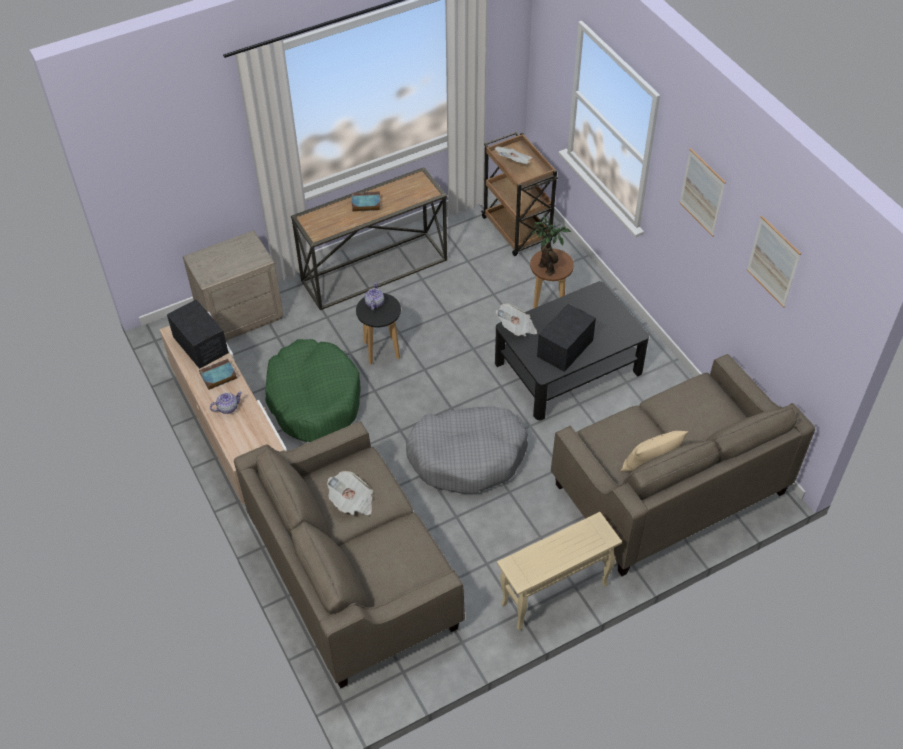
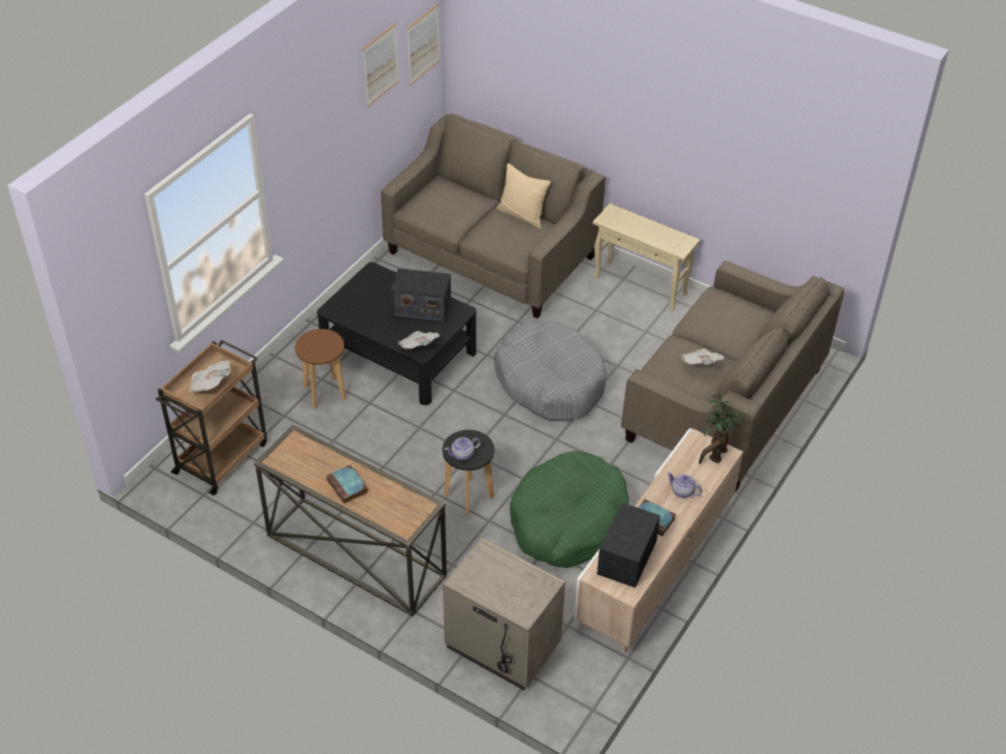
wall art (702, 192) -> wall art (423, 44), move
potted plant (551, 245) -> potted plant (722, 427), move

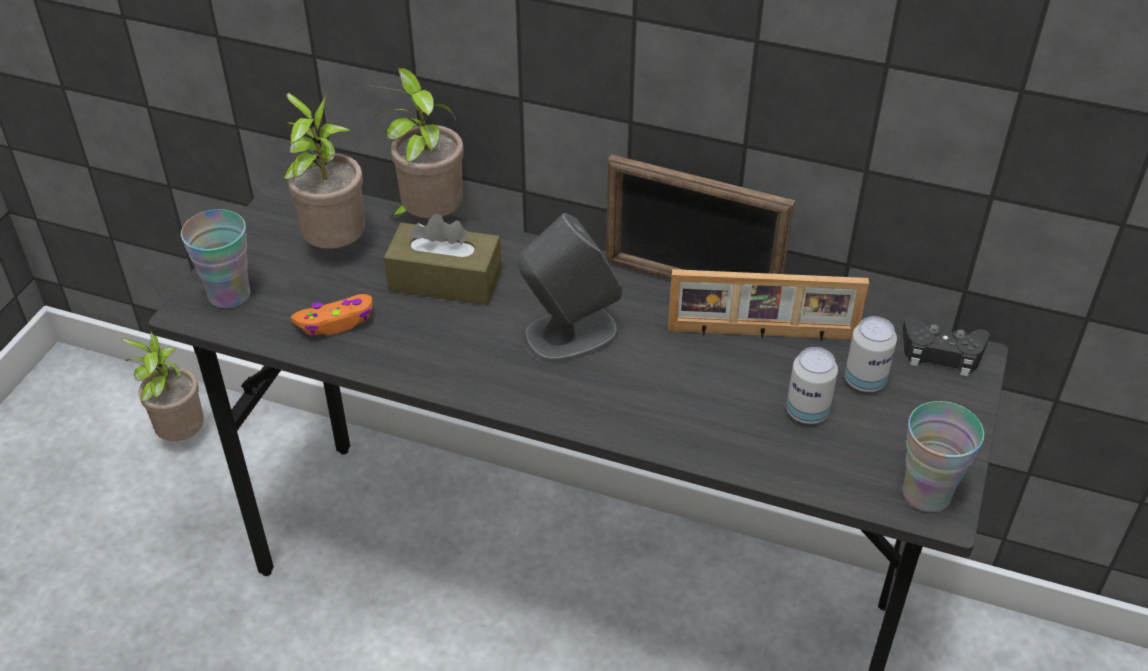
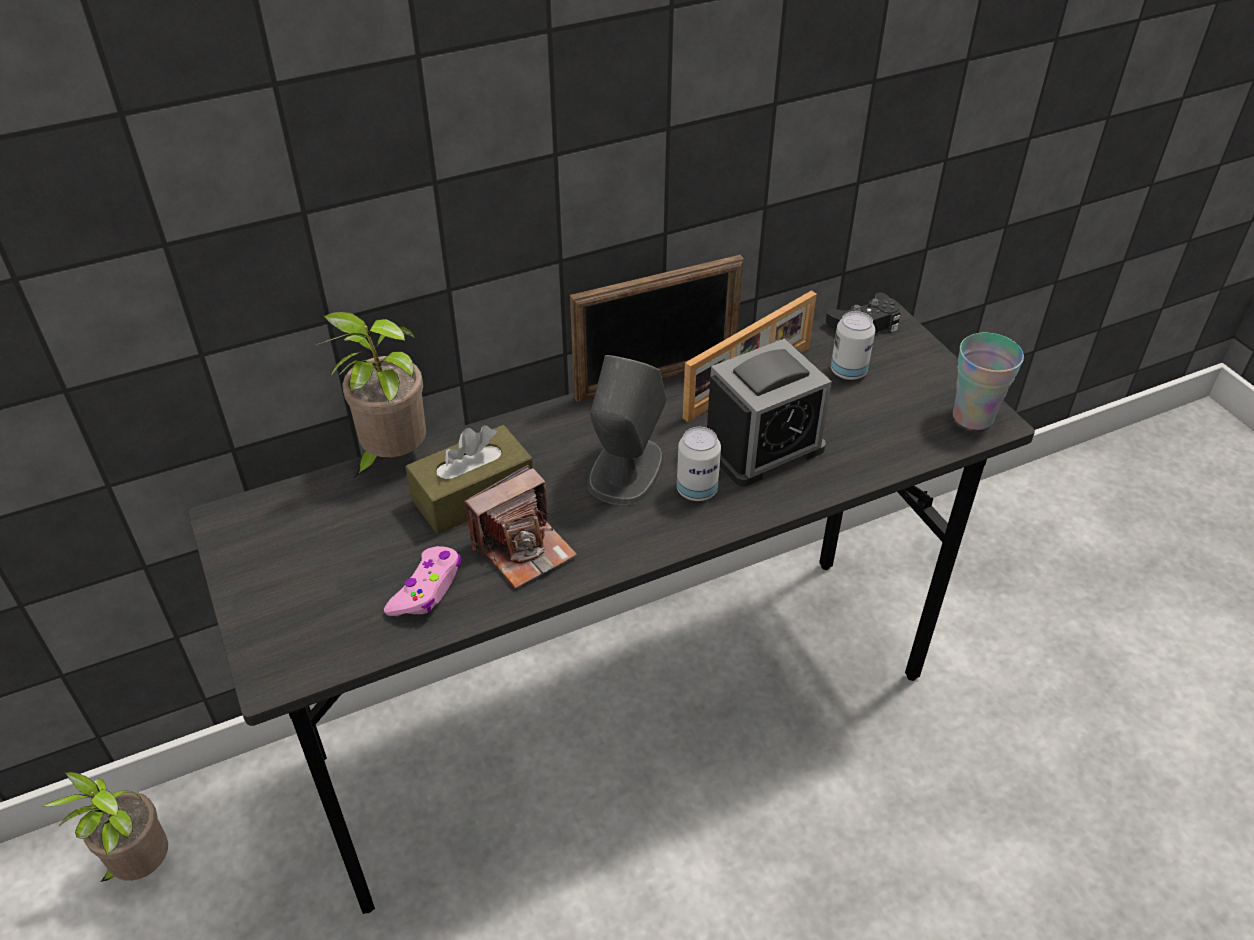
potted plant (324, 170) -> none
small cup (215, 258) -> none
game controller/orange-coloured (332, 314) -> game controller/pinkish (422, 581)
can (812, 385) -> can (699, 464), move
none -> alarm clock (769, 413)
none -> photo camera (520, 527)

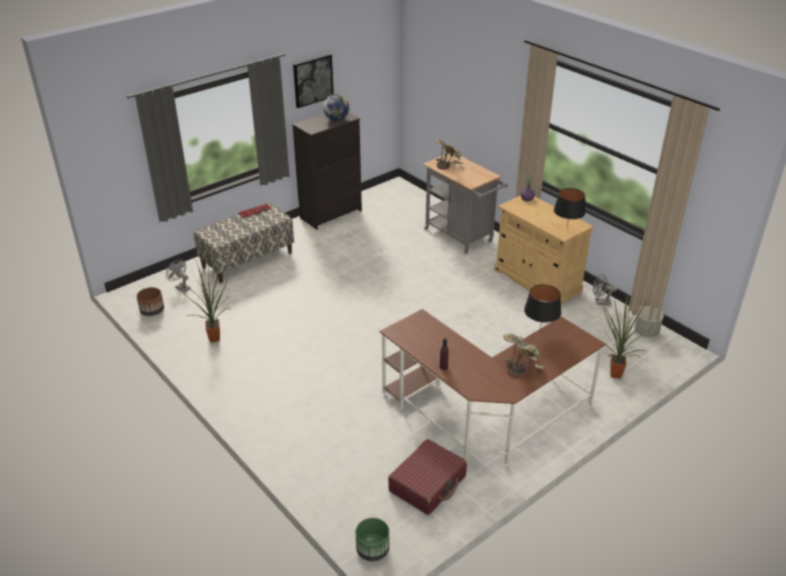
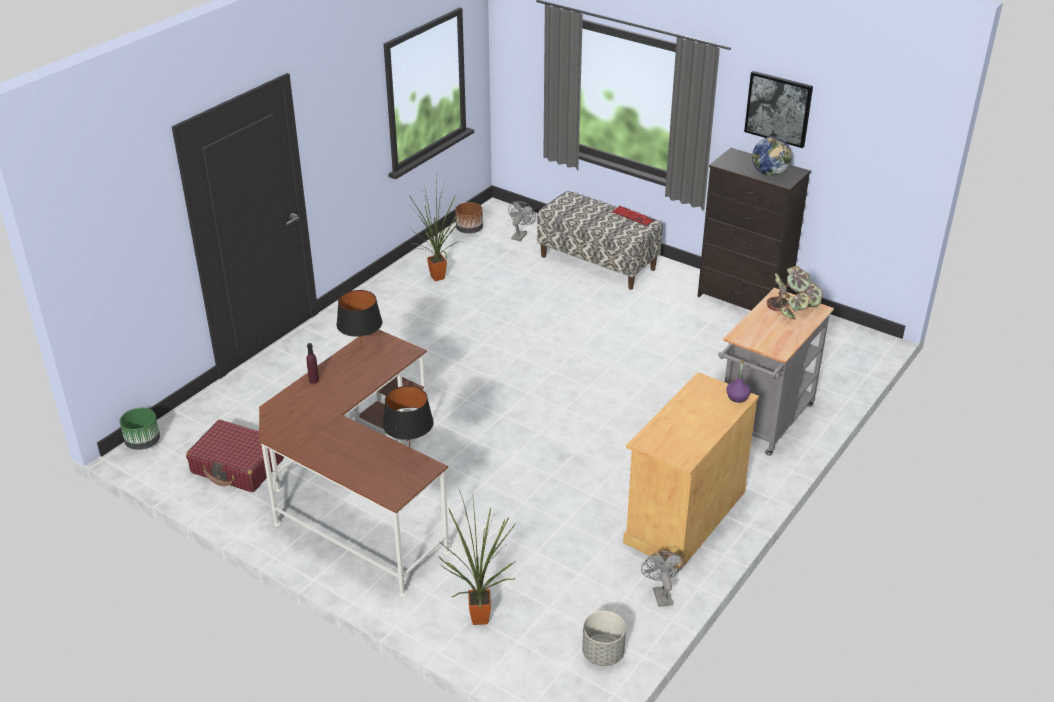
tabletop lamp/black-coloured (570, 207) -> tabletop lamp/black-coloured (359, 319), move
potted plant (524, 355) -> none

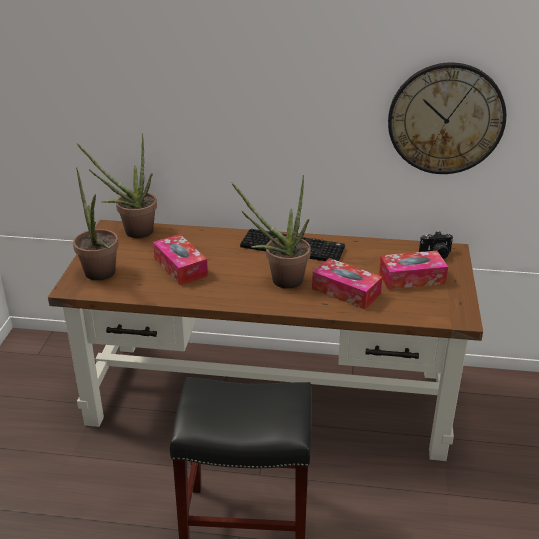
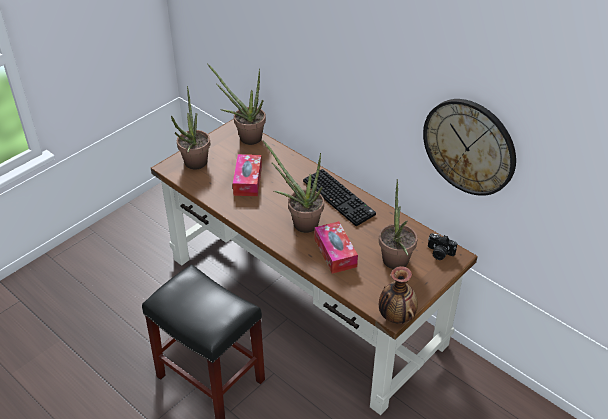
tissue box (413, 270) -> potted plant (398, 224)
none -> decorative vase (398, 295)

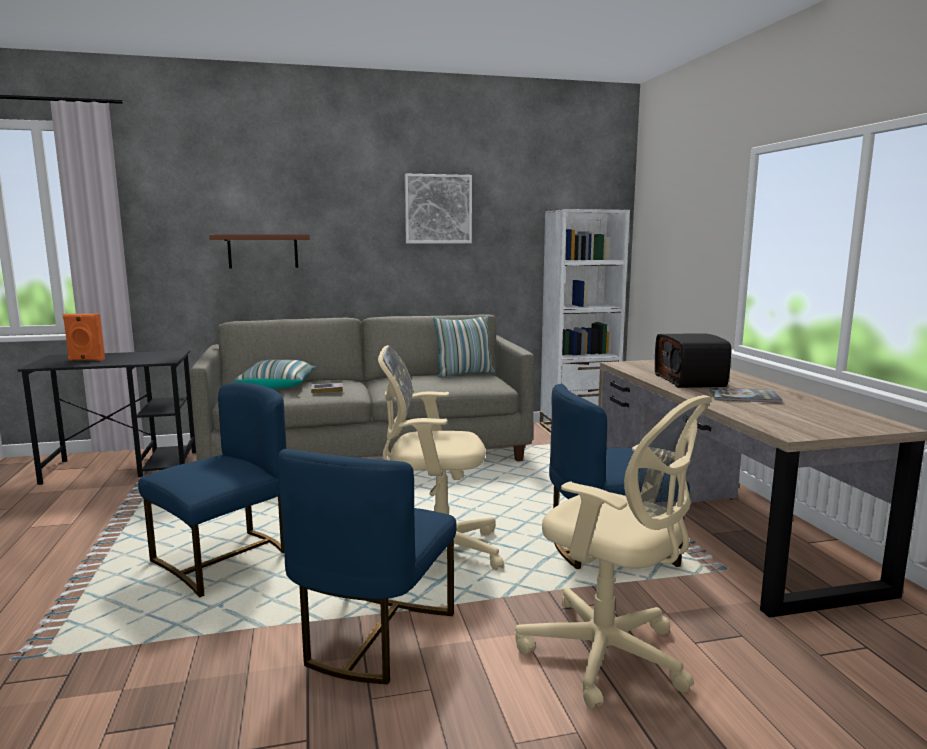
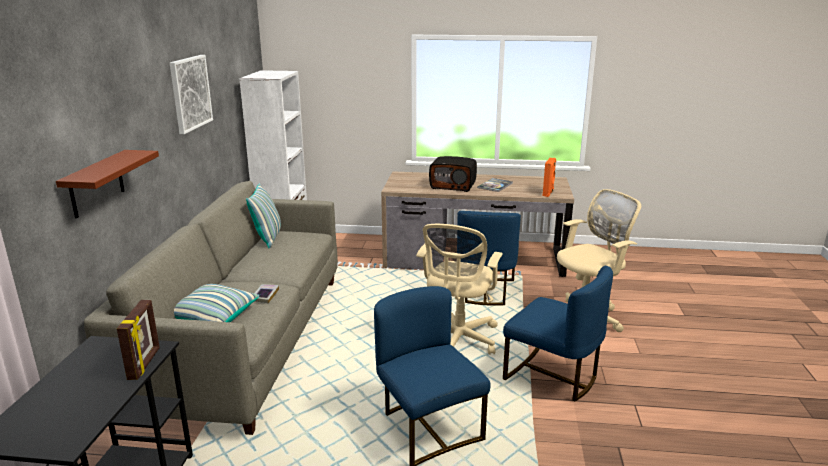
speaker/orange-coloured (83, 337) -> speaker/orange-coloured (549, 177), move
none -> photo frame (138, 340)

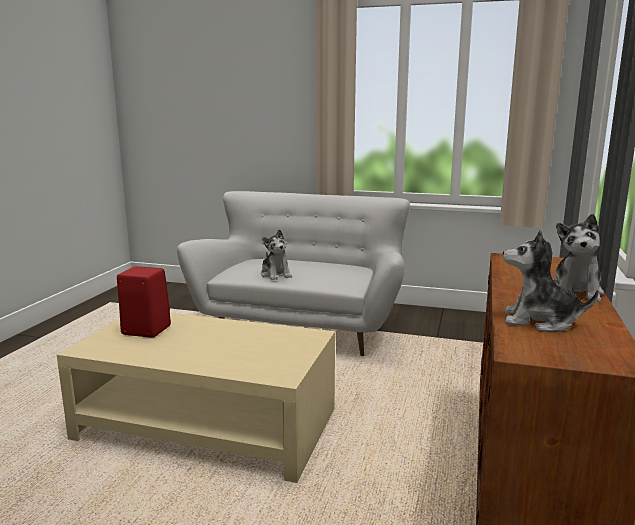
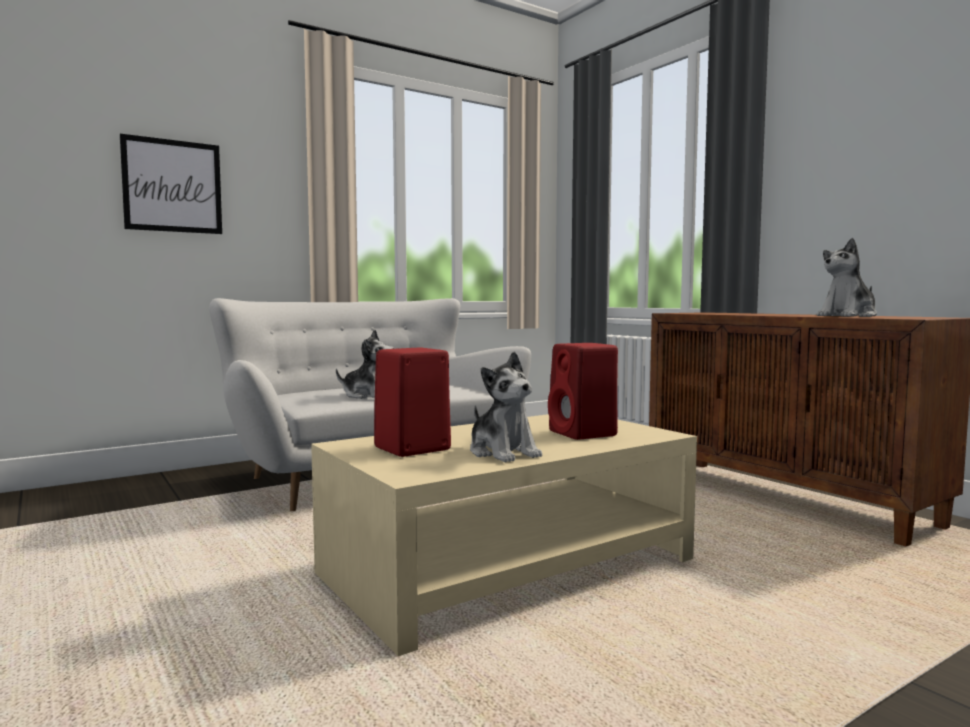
plush toy (578, 258) -> plush toy (506, 407), move
none -> wall art (171, 184)
none -> speaker/red-coloured (583, 391)

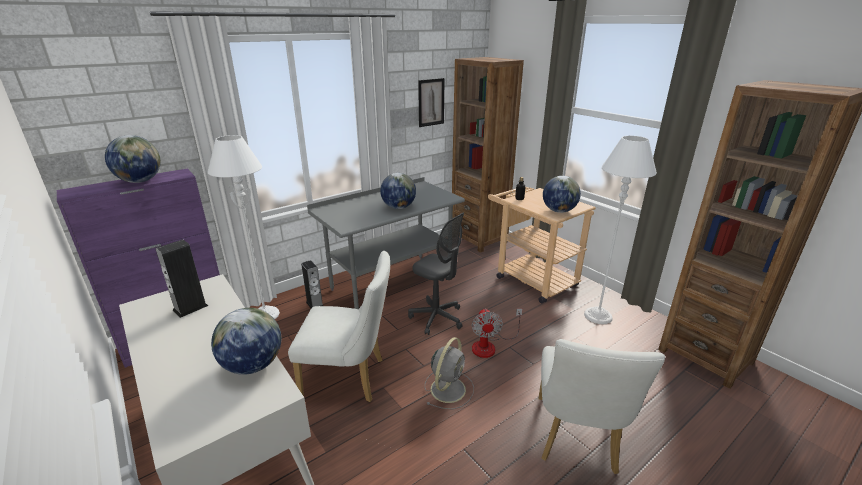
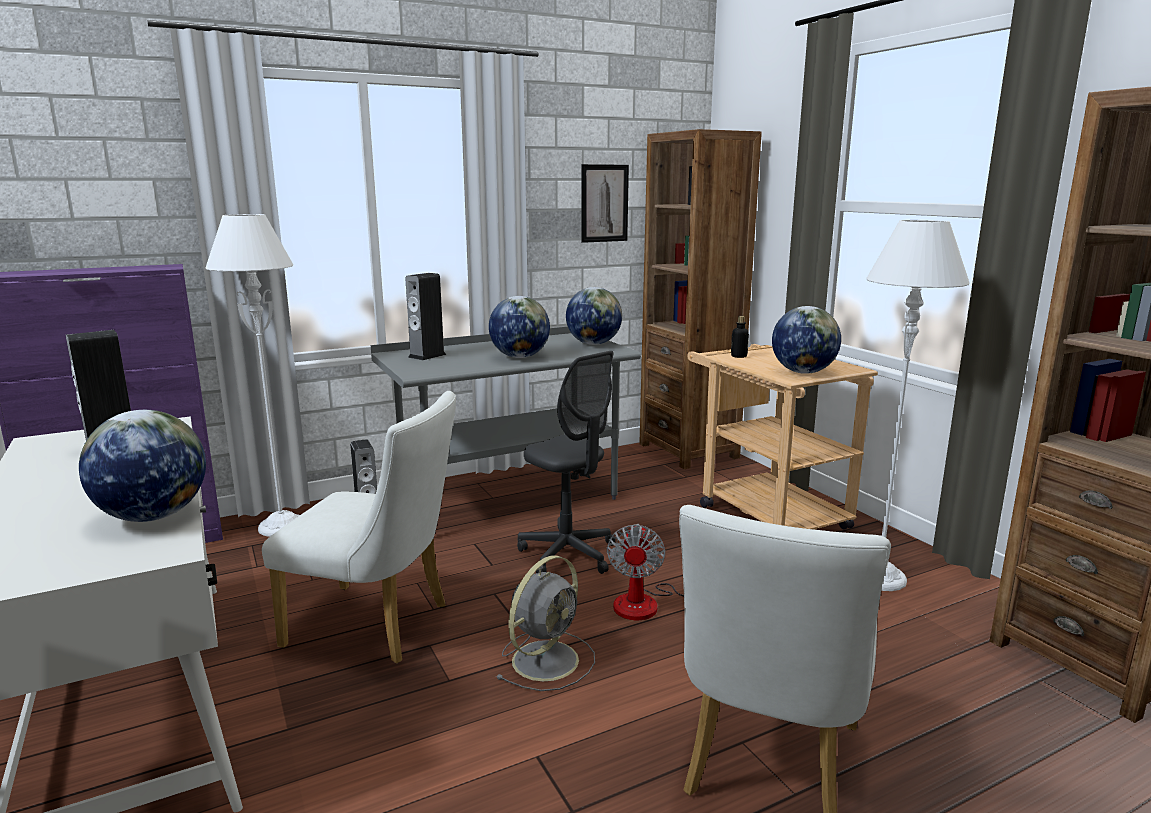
desk globe (133, 159) -> desk globe (594, 316), move
none -> speaker (425, 316)

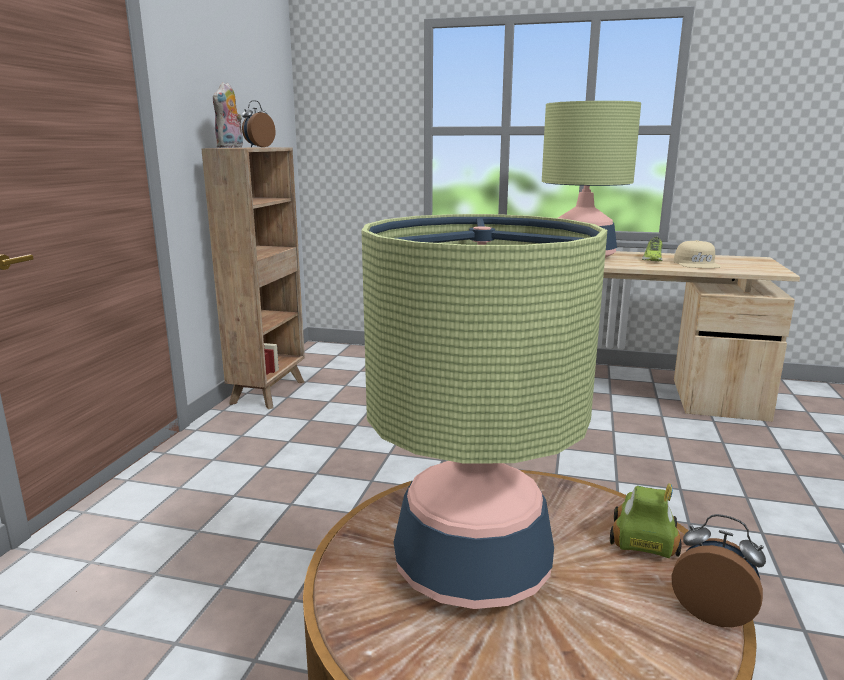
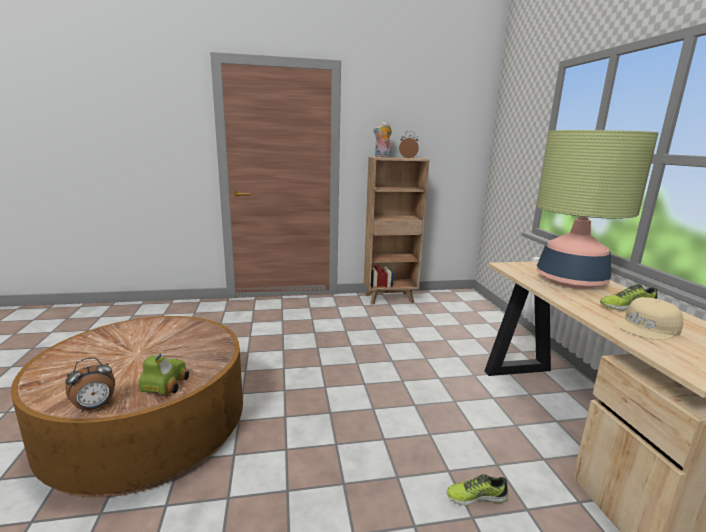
tabletop lamp (484, 411) -> none
toy car (645, 520) -> toy car (164, 374), 75 degrees counterclockwise
alarm clock (719, 570) -> alarm clock (90, 385), 45 degrees clockwise
none -> low shoe (477, 490)

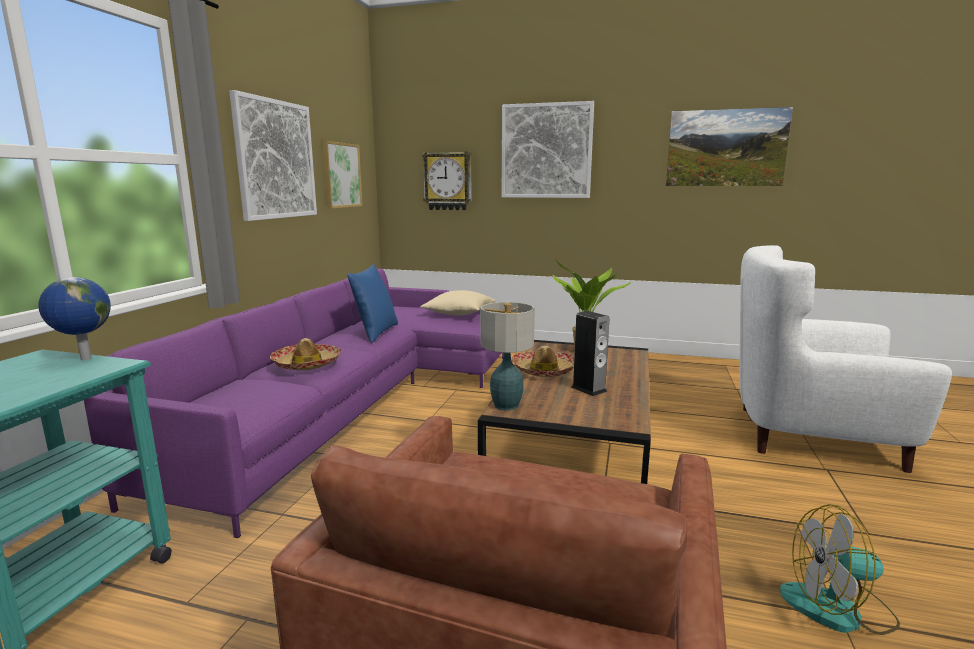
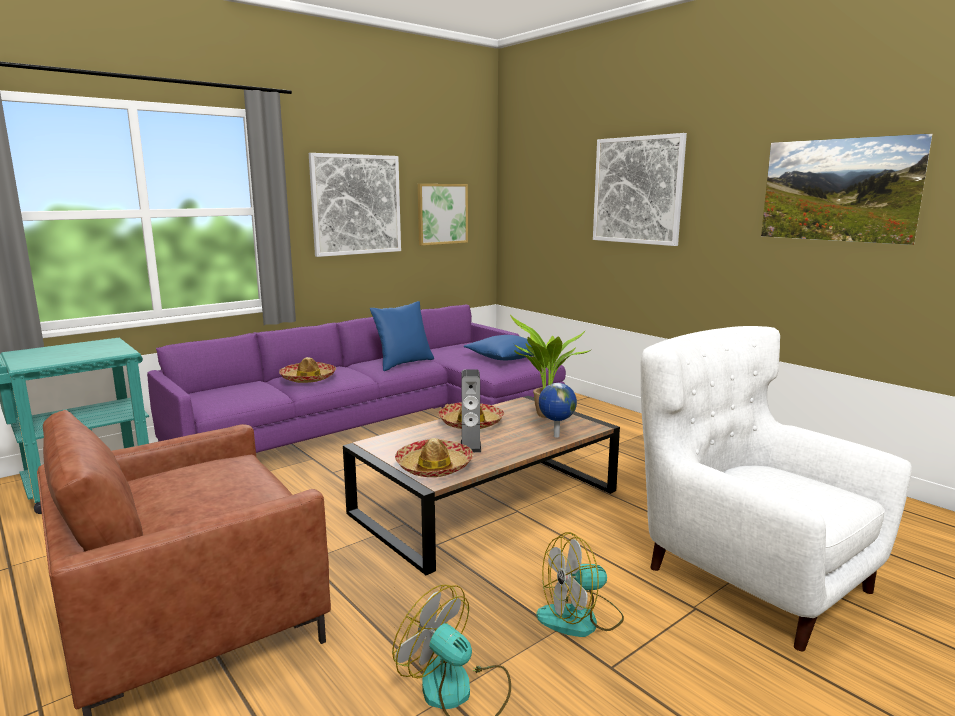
clock on the wall (447, 181) -> none
desk globe (74, 318) -> desk globe (558, 410), move
pillow/beige-coloured (458, 302) -> pillow/bluish (499, 347)
tabletop lamp (507, 356) -> none
none -> clothing hat (434, 457)
none -> electric fan (580, 584)

